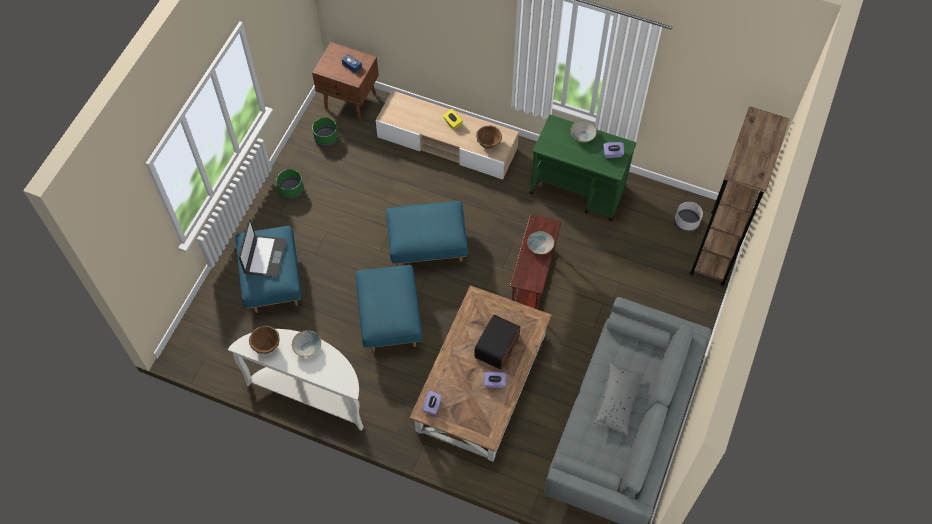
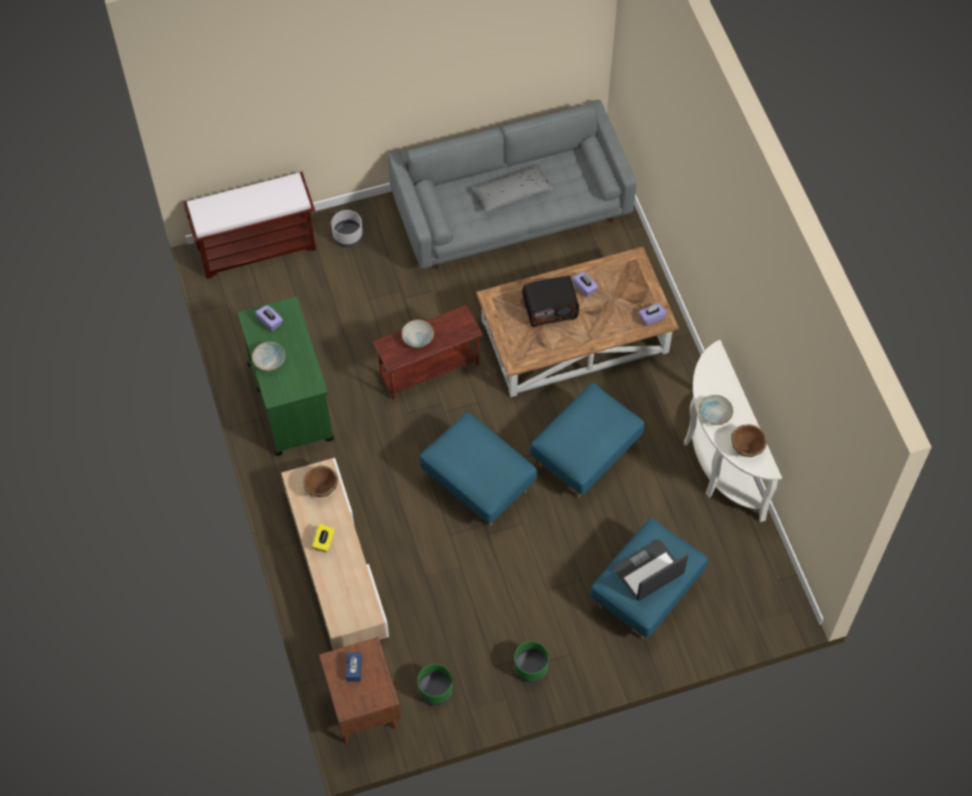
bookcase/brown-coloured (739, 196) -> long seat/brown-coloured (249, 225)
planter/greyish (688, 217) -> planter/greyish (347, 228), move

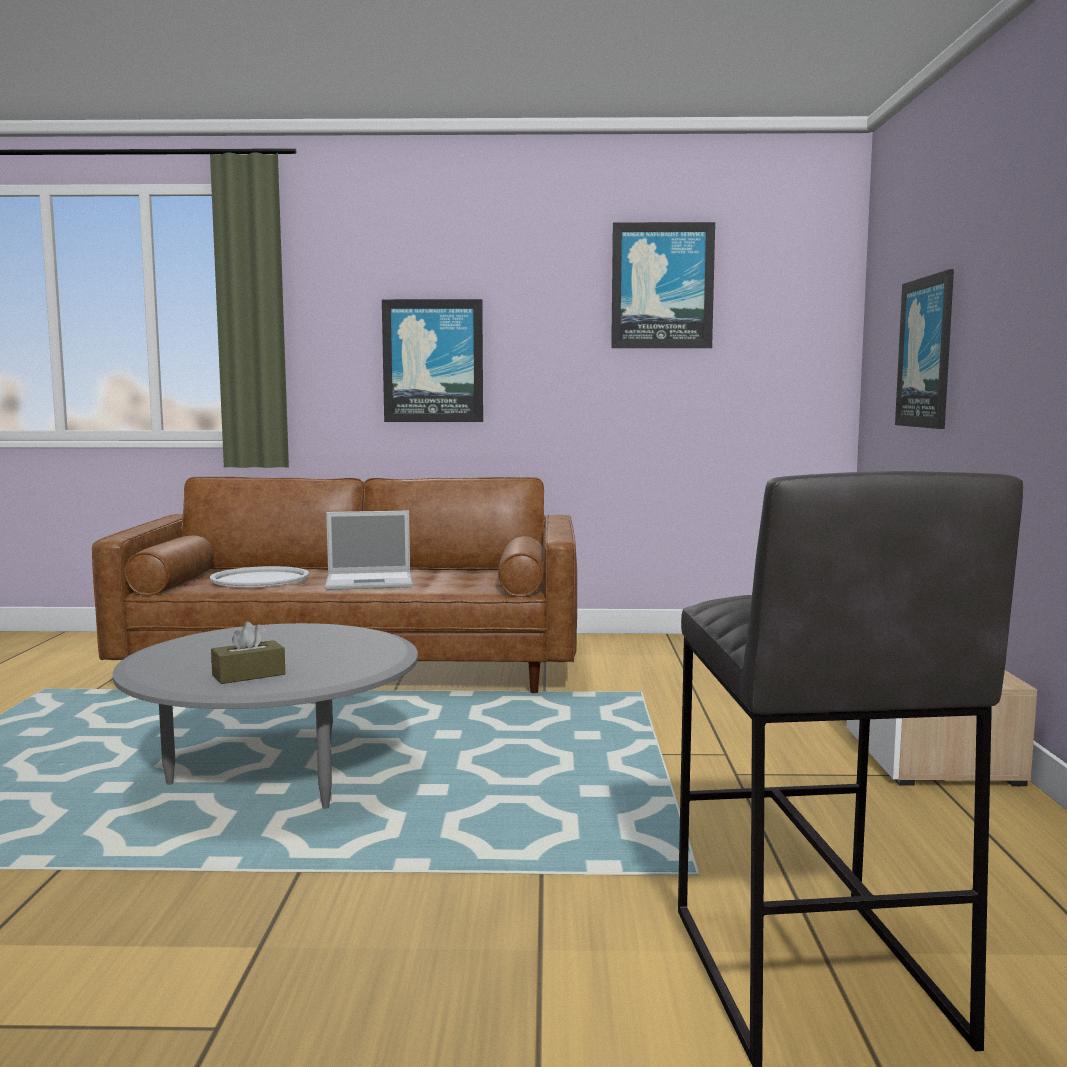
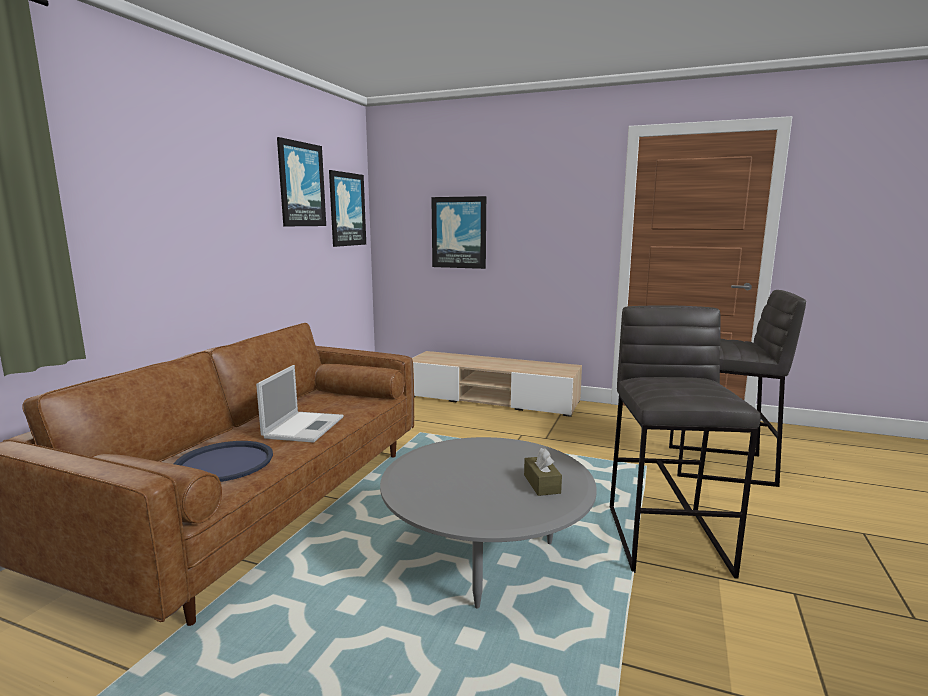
wall art (432, 360) -> wall art (347, 208), move
tray/white-coloured (259, 576) -> tray/bluish (223, 461)
none -> sitting stool/greyish (685, 441)

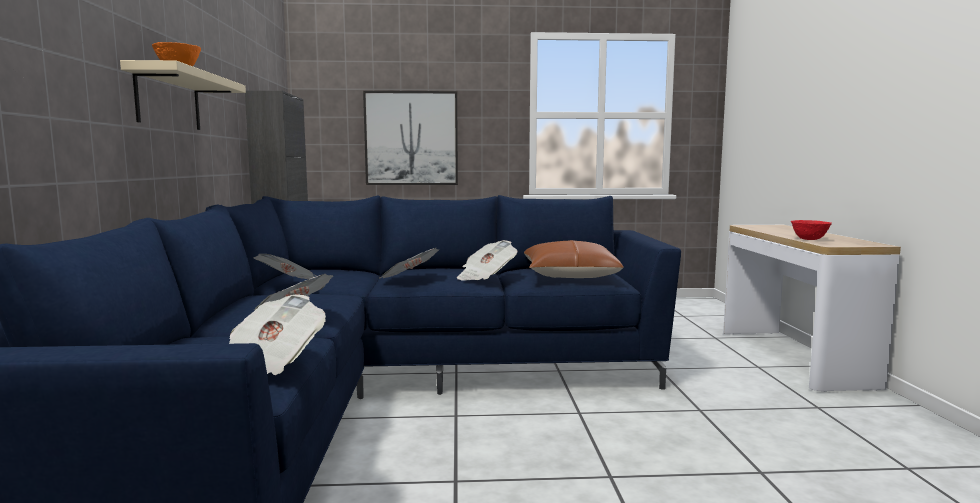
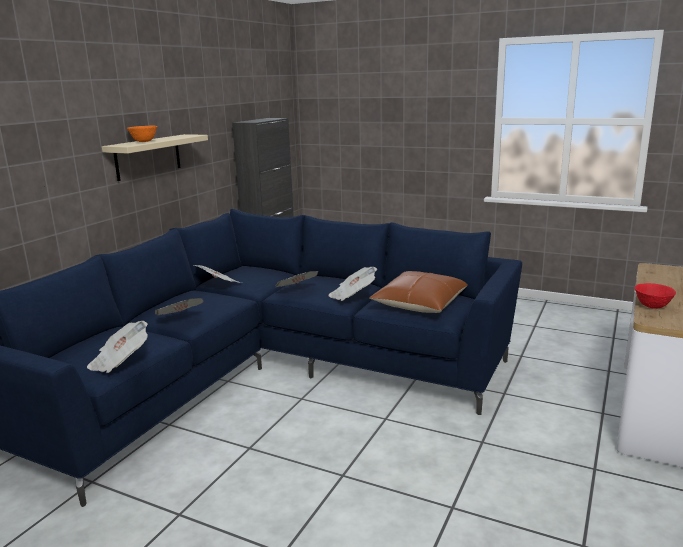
wall art (410, 138) -> none

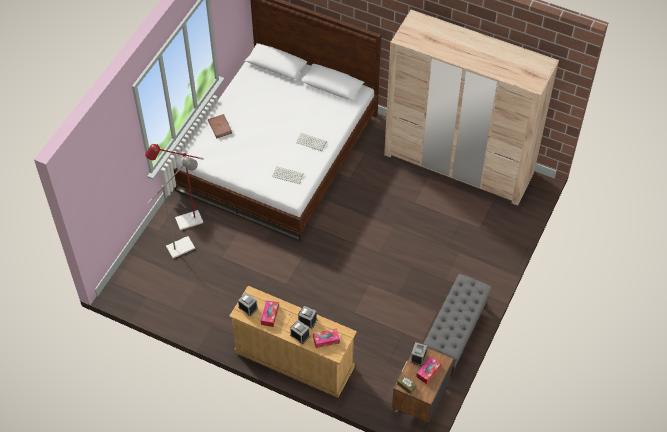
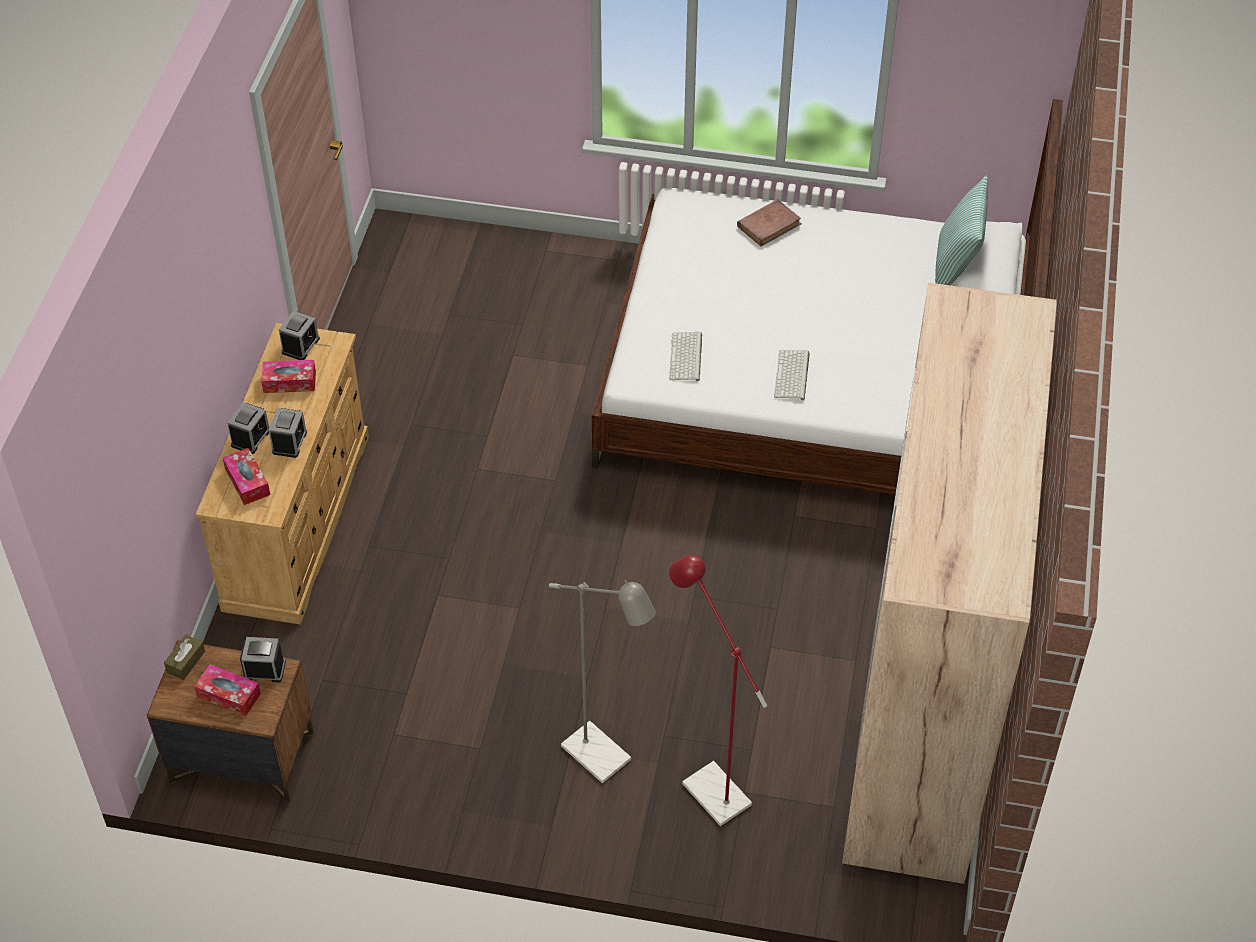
floor lamp/red-coloured (174, 187) -> floor lamp/red-coloured (718, 690), move
floor lamp/greyish (172, 207) -> floor lamp/greyish (602, 681), move
long seat/greyish (457, 325) -> none
none -> pillow (961, 230)

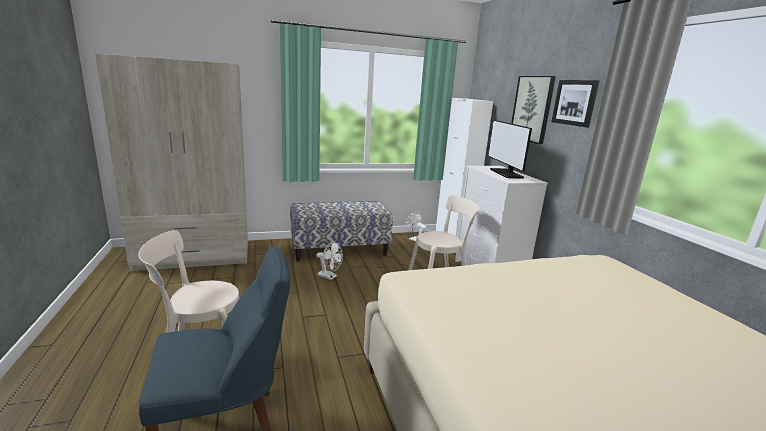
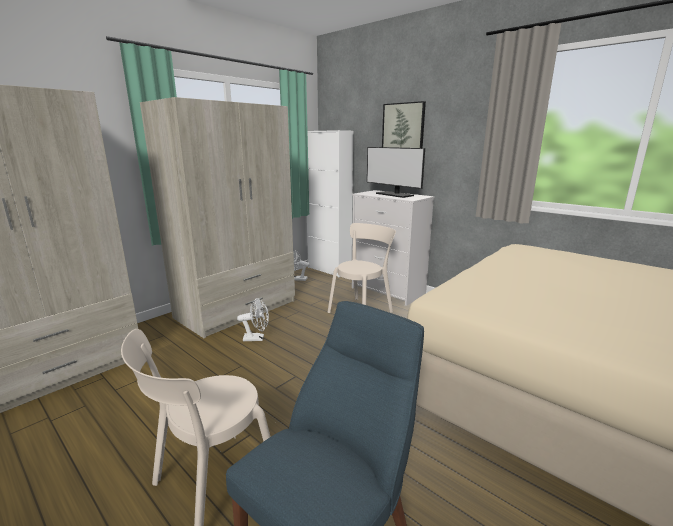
wall art (575, 103) -> none
long seat (341, 231) -> wardrobe/beige-coloured (217, 217)

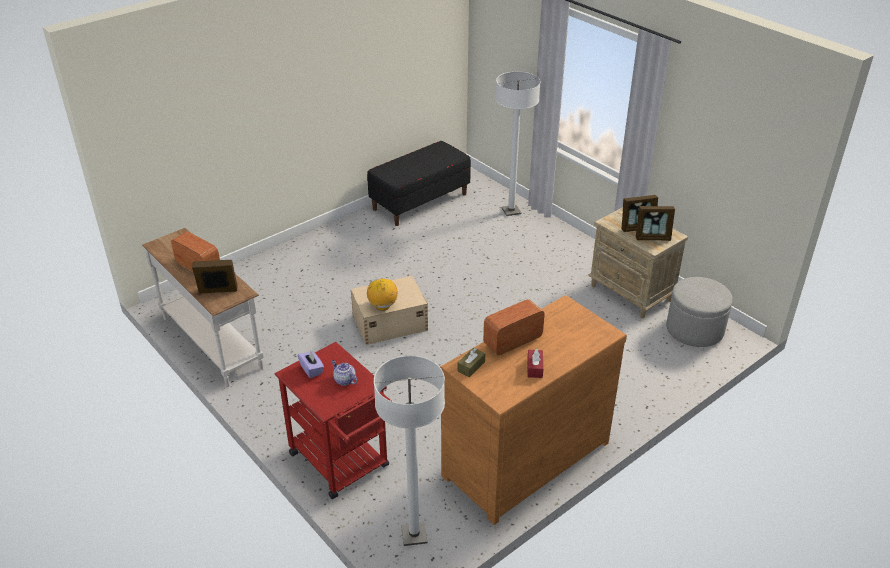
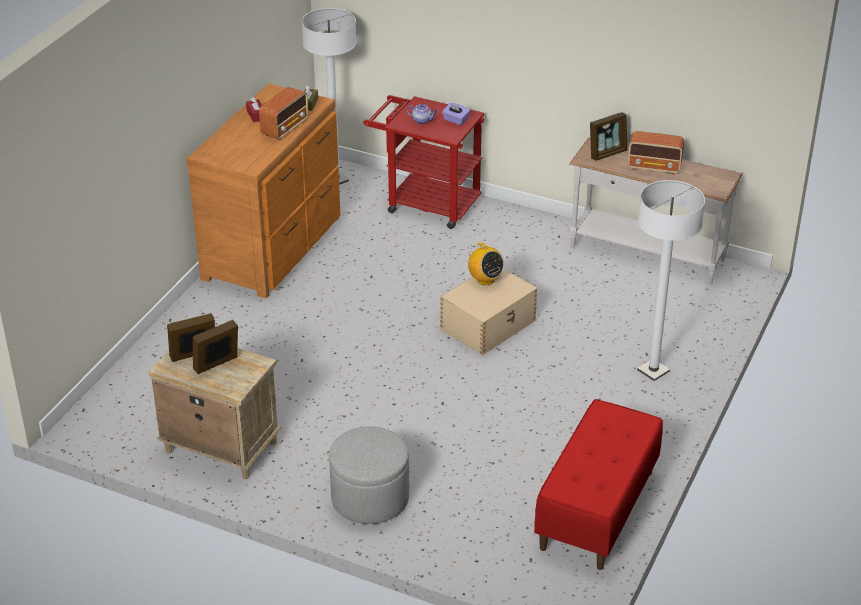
floor lamp/white-coloured (518, 143) -> floor lamp/white-coloured (671, 280), move
long seat/black-coloured (419, 183) -> long seat/red-coloured (598, 484)
ottoman/greyish (699, 312) -> ottoman/greyish (369, 475), move

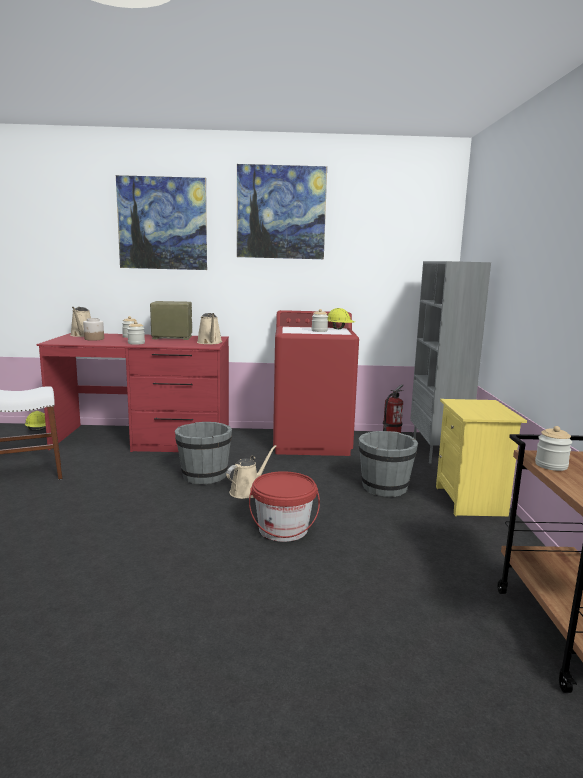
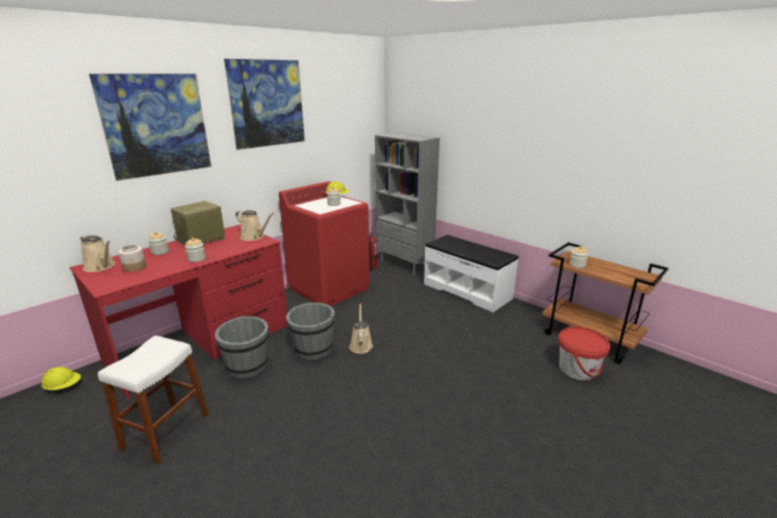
bedside table/yellow (481, 458) -> long seat/white-coloured (471, 273)
bucket/greyish (388, 464) -> bucket/greyish (242, 347), move
bucket/red-coloured (284, 506) -> bucket/red-coloured (584, 353), move

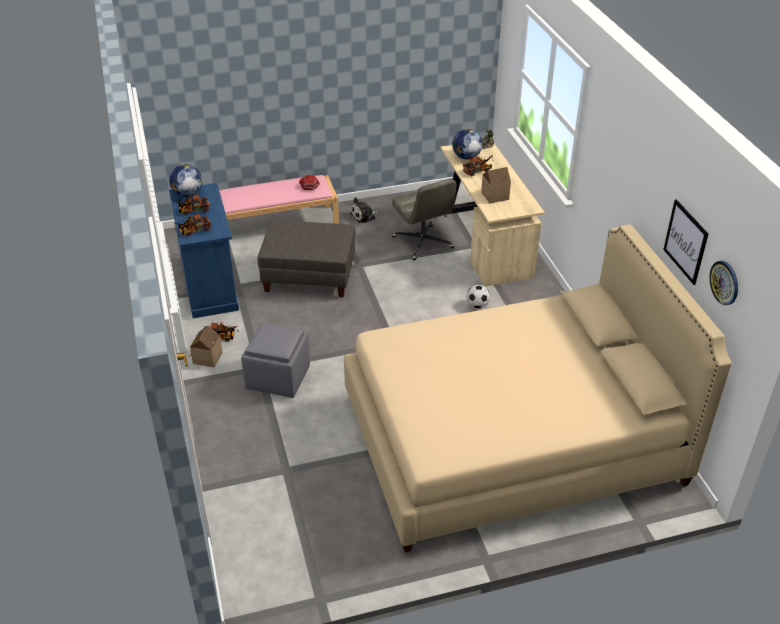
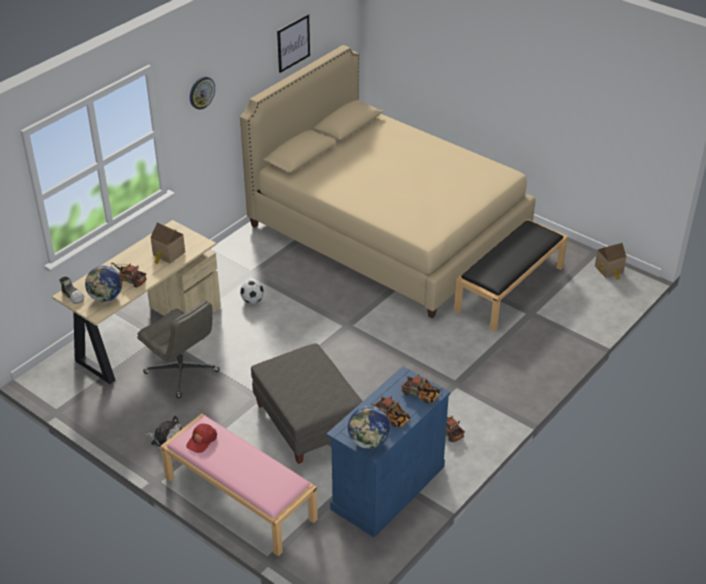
desk chair/greyish (424, 219) -> desk chair/greyish (178, 349), 105 degrees clockwise
clock on the wall (723, 283) -> clock on the wall (202, 93), move
ottoman/greyish (275, 360) -> none
miniature house (206, 346) -> miniature house (610, 261), move
none -> long seat/black-coloured (511, 275)

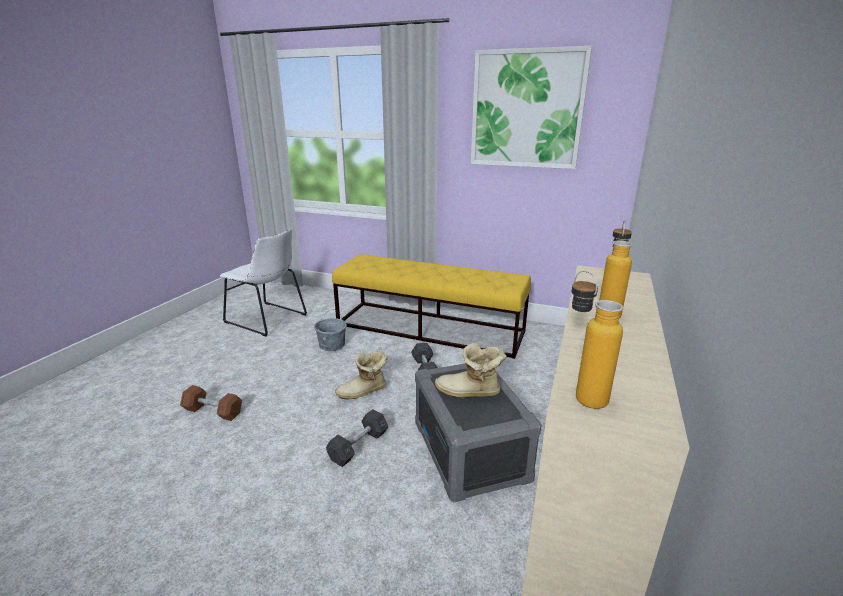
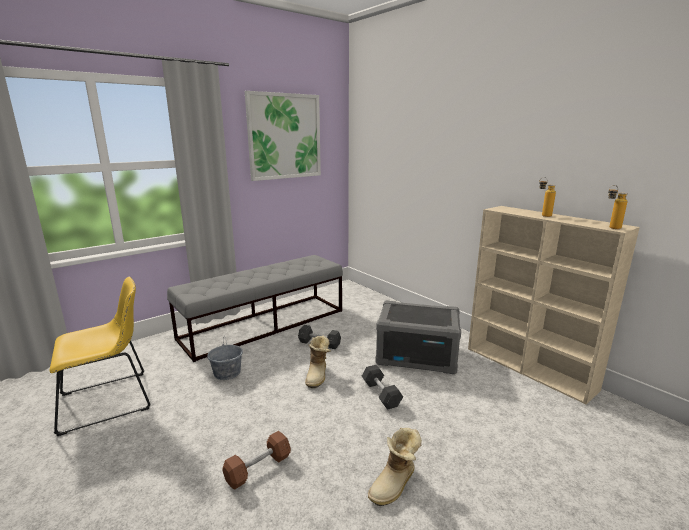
upright chair/white-coloured (263, 283) -> upright chair/yellow (100, 356)
long seat/yellow (431, 306) -> long seat/greyish (255, 308)
boot (471, 370) -> boot (395, 467), move

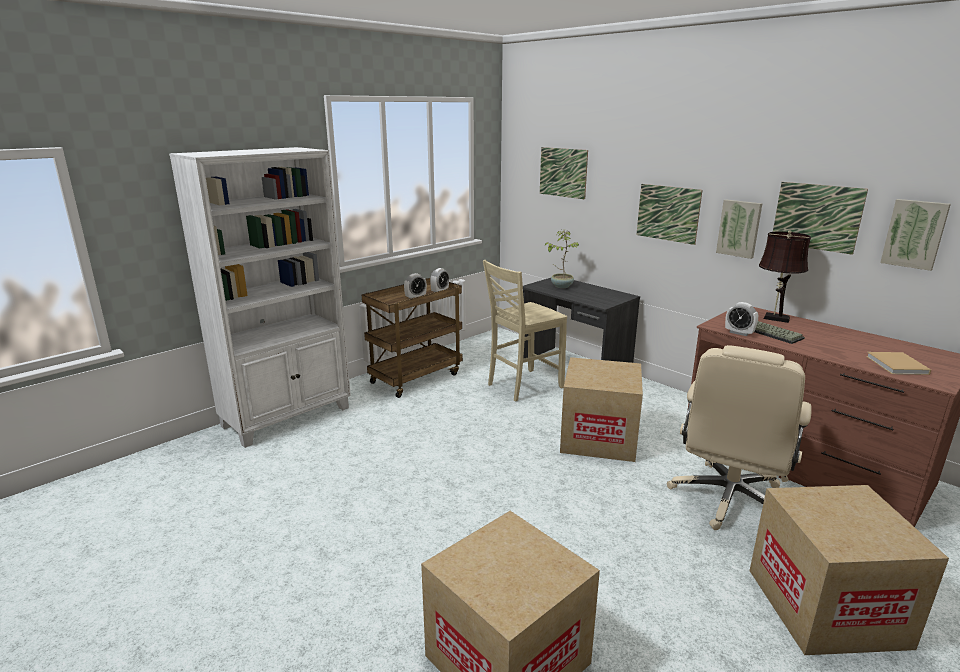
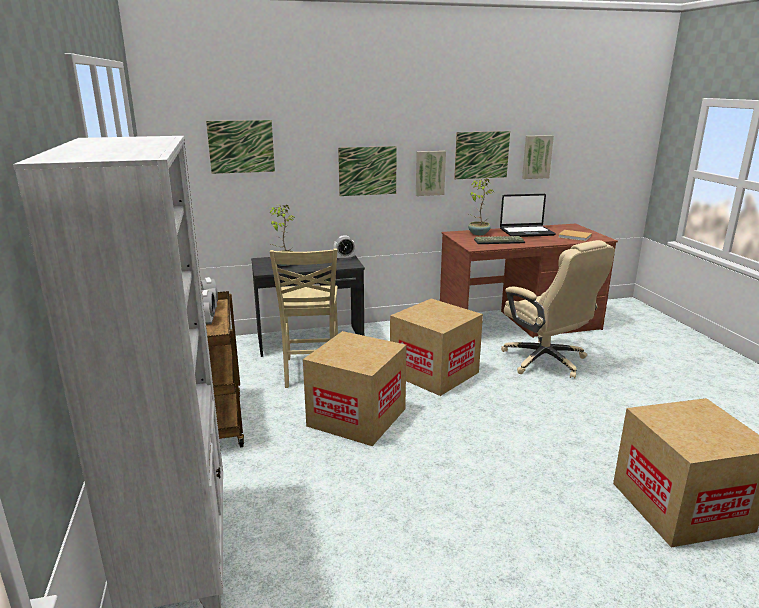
tabletop lamp/brown-coloured (785, 276) -> potted plant (481, 206)
alarm clock (741, 319) -> alarm clock (345, 247), move
cardboard box (849, 570) -> cardboard box (355, 388), move
none -> laptop (528, 215)

